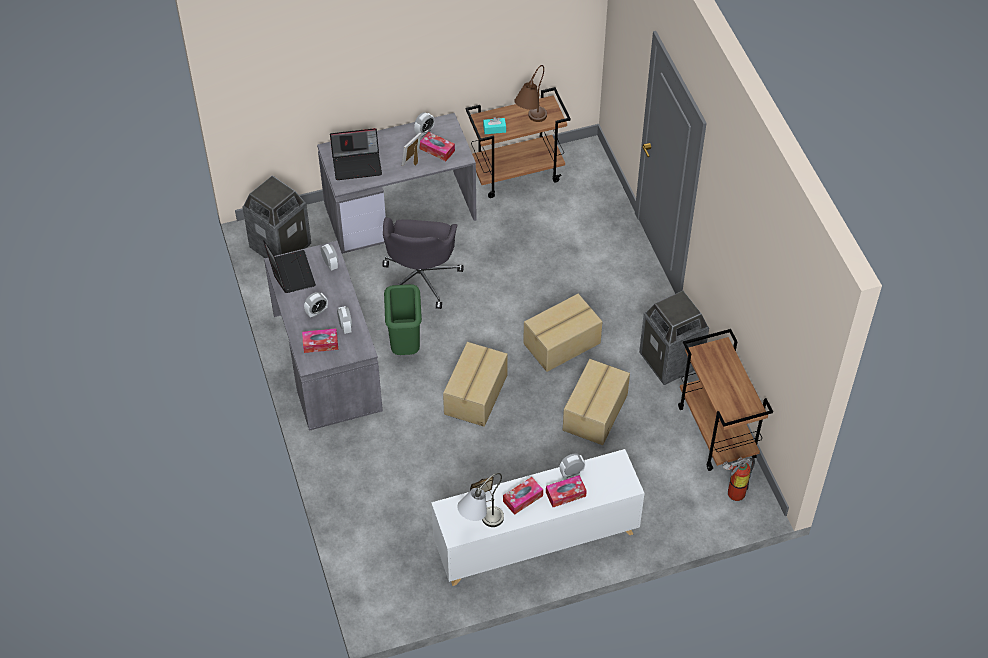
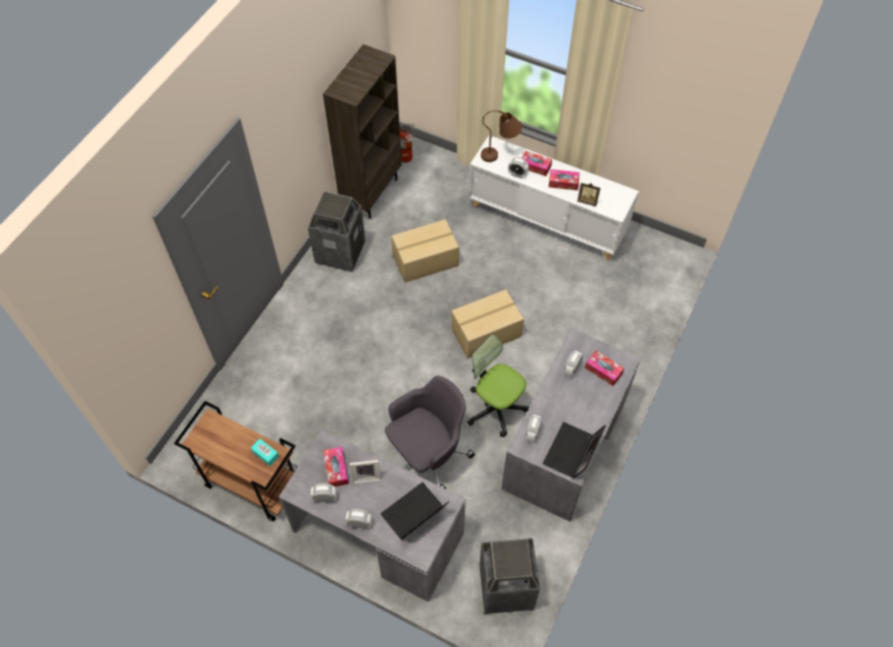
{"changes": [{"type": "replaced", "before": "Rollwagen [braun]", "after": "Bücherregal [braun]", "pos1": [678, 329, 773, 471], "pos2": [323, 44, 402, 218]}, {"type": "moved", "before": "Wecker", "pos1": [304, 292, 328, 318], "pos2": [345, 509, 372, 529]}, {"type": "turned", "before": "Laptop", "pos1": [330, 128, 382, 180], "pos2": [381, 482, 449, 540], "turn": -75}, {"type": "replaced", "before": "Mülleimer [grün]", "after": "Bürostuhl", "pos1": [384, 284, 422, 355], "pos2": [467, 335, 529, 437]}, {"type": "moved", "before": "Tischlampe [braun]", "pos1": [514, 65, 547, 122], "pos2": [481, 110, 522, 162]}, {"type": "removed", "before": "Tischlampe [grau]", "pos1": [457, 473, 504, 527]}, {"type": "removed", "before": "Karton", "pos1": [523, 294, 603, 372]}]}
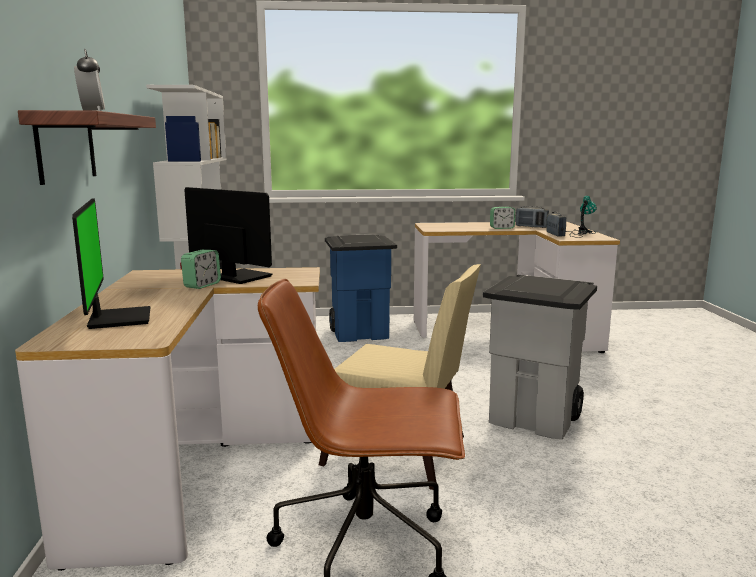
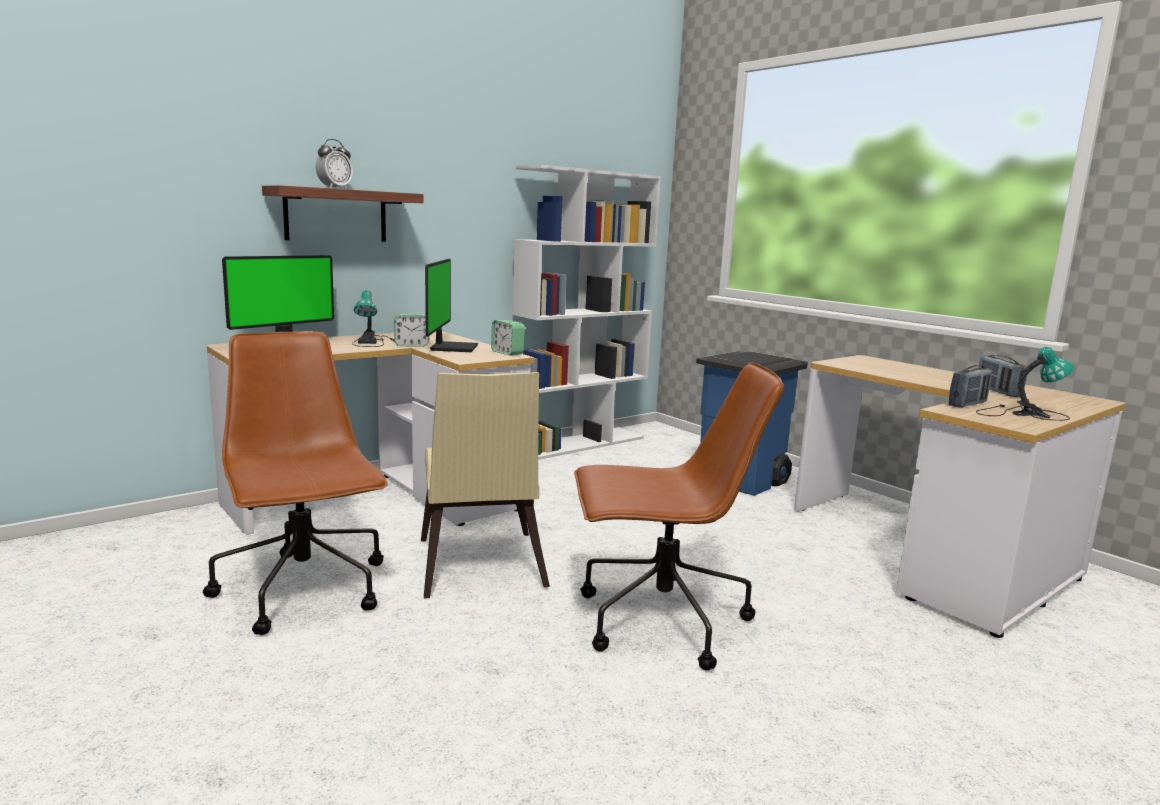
{"changes": [{"type": "added", "after": "Tischlampe", "pos2": [352, 290, 394, 347]}, {"type": "moved", "before": "Wecker", "pos1": [490, 207, 515, 229], "pos2": [491, 320, 525, 355]}, {"type": "replaced", "before": "Mülleimer [grau]", "after": "Bürostuhl [braun]", "pos1": [483, 275, 597, 440], "pos2": [574, 362, 784, 671]}]}
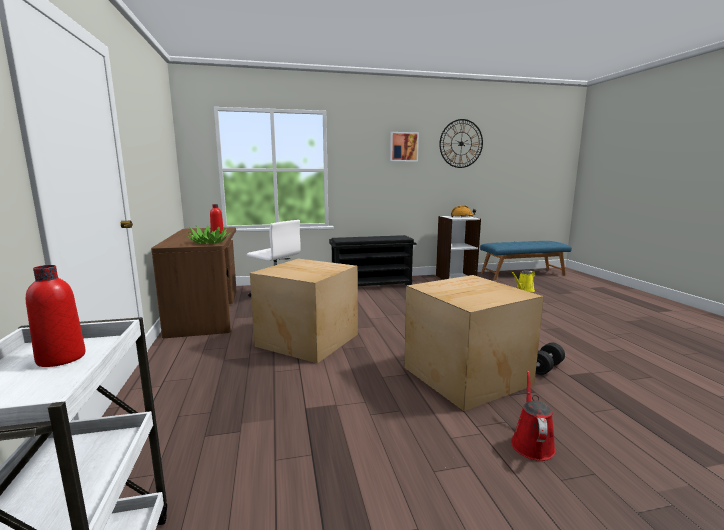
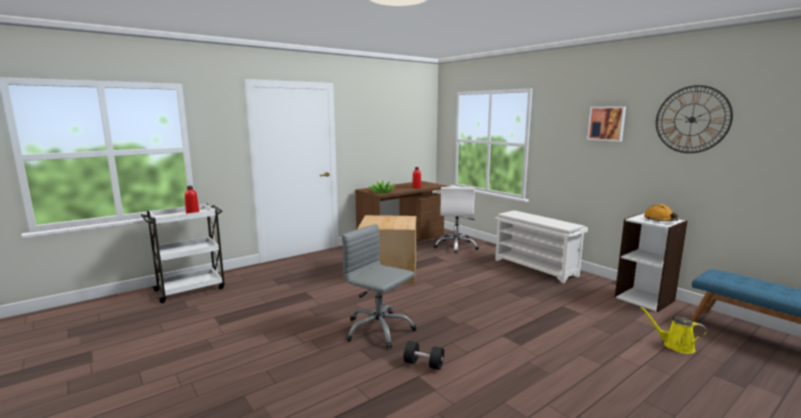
{"changes": [{"type": "replaced", "before": "Karton", "after": "Bürostuhl [grau]", "pos1": [404, 275, 544, 411], "pos2": [342, 224, 417, 349]}, {"type": "recoloured", "before": "Schuhregal [schwarz]", "after": "Schuhregal [weiß]", "pos1": [329, 235, 417, 286], "pos2": [495, 210, 588, 283]}, {"type": "removed", "before": "Gießkanne [rot]", "pos1": [511, 371, 556, 461]}]}
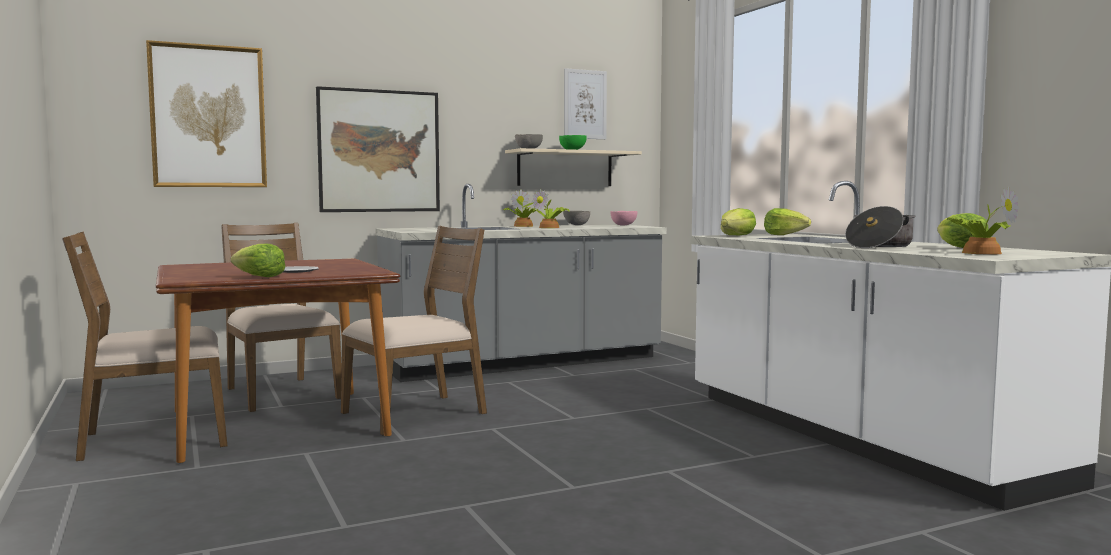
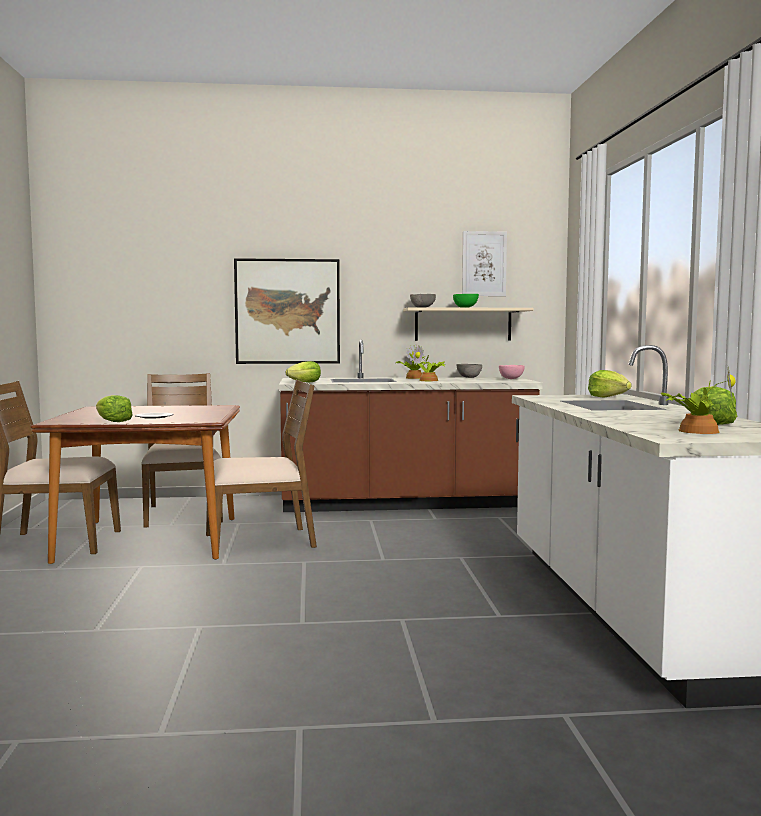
{"changes": [{"type": "recoloured", "before": "Küchenzeile [grau]", "after": "Küchenzeile [braun]", "pos1": [375, 184, 667, 382], "pos2": [279, 340, 543, 512]}, {"type": "moved", "before": "Salatkopf", "pos1": [721, 208, 756, 236], "pos2": [285, 361, 321, 382]}, {"type": "removed", "before": "Bild", "pos1": [146, 40, 267, 187]}, {"type": "removed", "before": "Kochtopf", "pos1": [845, 206, 915, 248]}]}
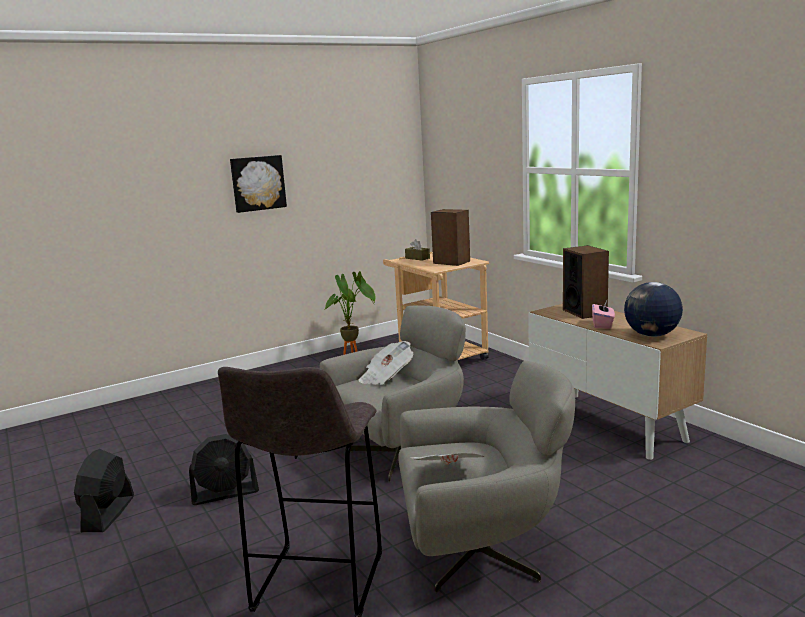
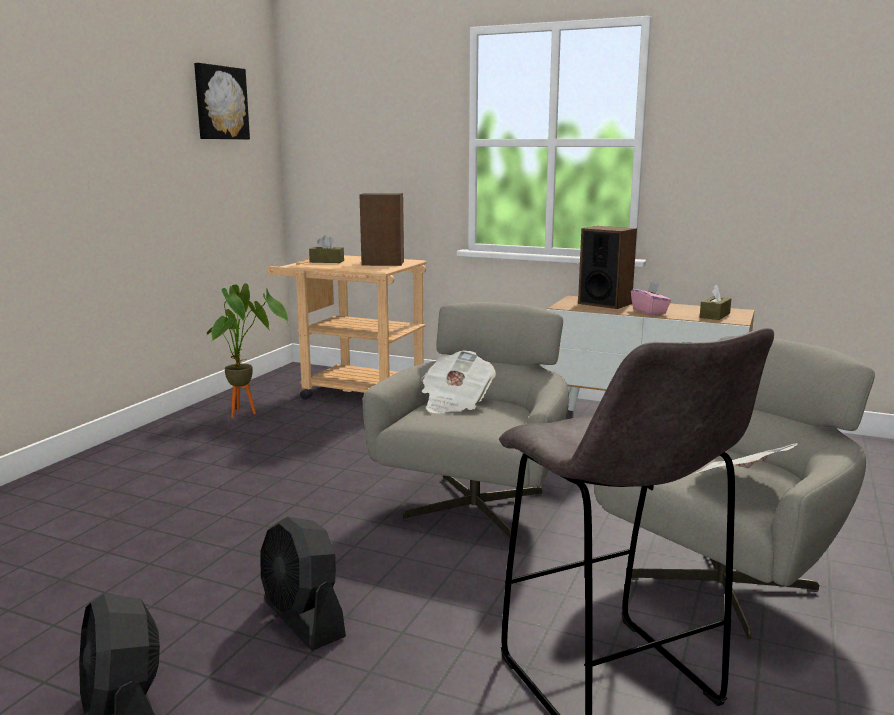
{"changes": [{"type": "moved", "before": "Bild", "pos1": [230, 155, 287, 213], "pos2": [194, 63, 250, 139]}, {"type": "turned", "before": "Ventilator [schwarz]", "pos1": [189, 434, 259, 505], "pos2": [261, 517, 346, 651], "turn": 105}, {"type": "replaced", "before": "Globus", "after": "Taschentuchbox [braun]", "pos1": [624, 282, 683, 337], "pos2": [700, 284, 731, 320]}]}
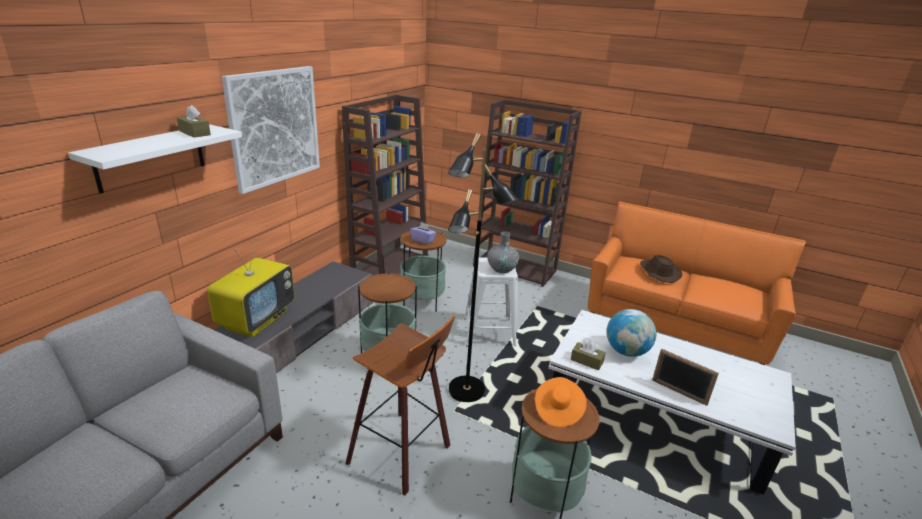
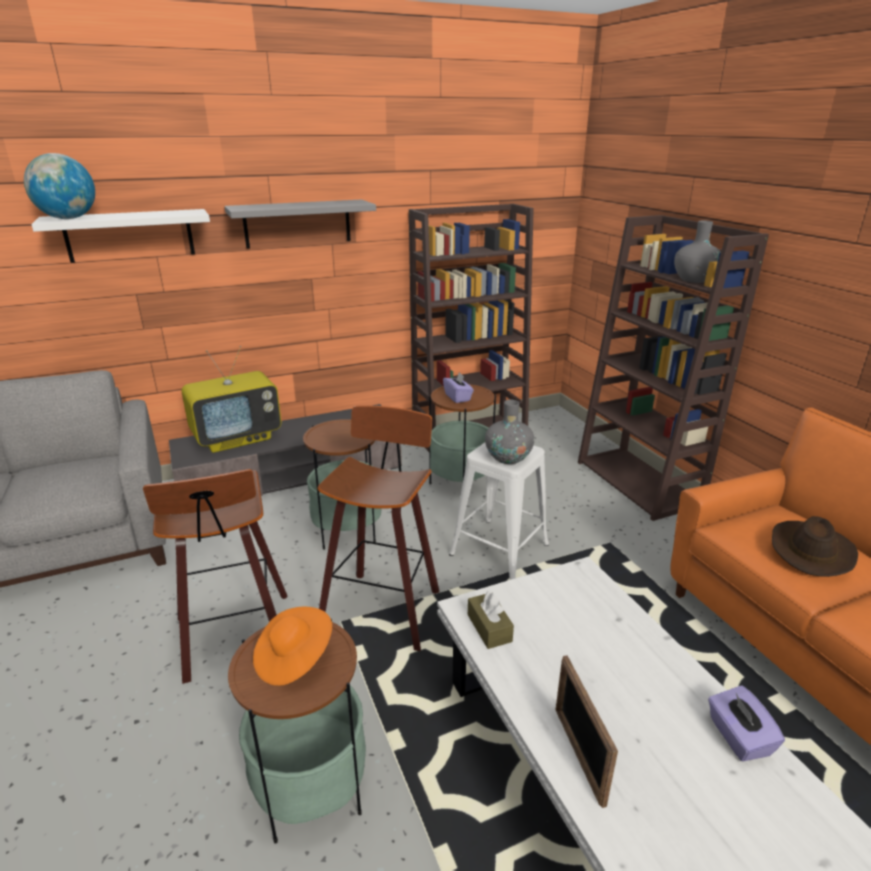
{"changes": [{"type": "moved", "before": "Globus", "pos1": [607, 309, 656, 357], "pos2": [24, 153, 95, 219]}, {"type": "replaced", "before": "Bild", "after": "Wandregal [grau]", "pos1": [222, 66, 320, 194], "pos2": [224, 199, 376, 248]}, {"type": "replaced", "before": "Stehlampe [schwarz]", "after": "Hocker", "pos1": [448, 133, 518, 402], "pos2": [317, 406, 439, 651]}, {"type": "added", "after": "Vase [grau]", "pos2": [674, 221, 721, 283]}, {"type": "added", "after": "Taschentuchbox [lila]", "pos2": [708, 685, 785, 762]}, {"type": "removed", "before": "Taschentuchbox [braun]", "pos1": [177, 105, 211, 138]}]}
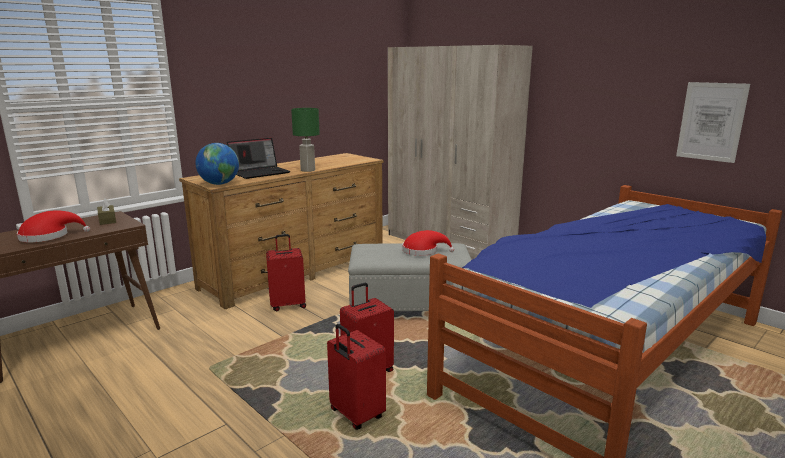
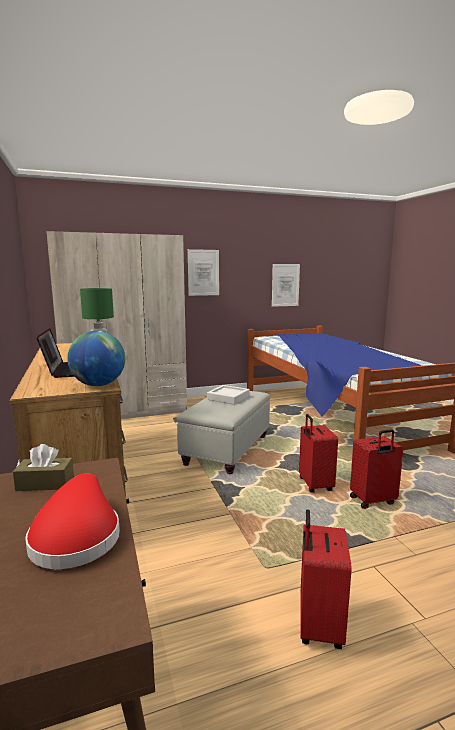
{"changes": [{"type": "added", "after": "Bild", "pos2": [188, 249, 219, 296]}, {"type": "replaced", "before": "Hut [rot]", "after": "Tablett [grau]", "pos1": [403, 230, 454, 256], "pos2": [207, 385, 250, 405]}, {"type": "moved", "before": "Koffer [rot]", "pos1": [266, 234, 306, 311], "pos2": [300, 509, 351, 649]}]}
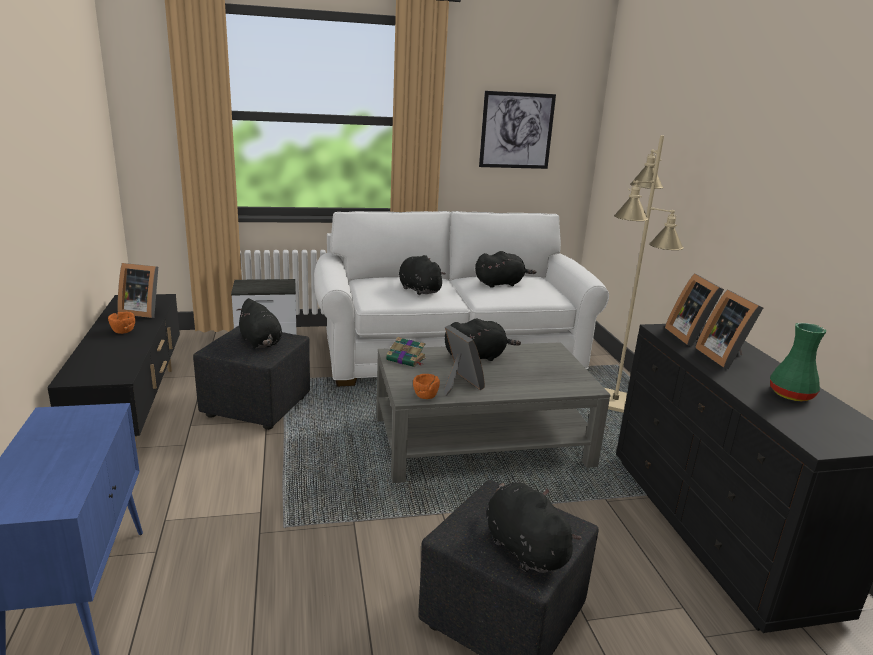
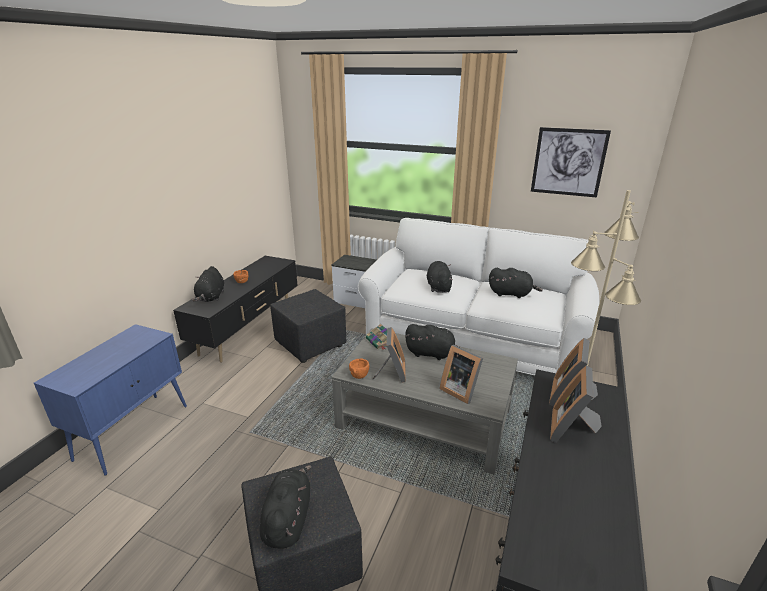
{"changes": [{"type": "moved", "before": "Plüschtier [schwarz]", "pos1": [236, 298, 282, 349], "pos2": [191, 266, 224, 302]}, {"type": "moved", "before": "Bilderrahmen", "pos1": [117, 263, 158, 318], "pos2": [439, 345, 483, 404]}, {"type": "removed", "before": "Vase [grün]", "pos1": [770, 323, 826, 401]}]}
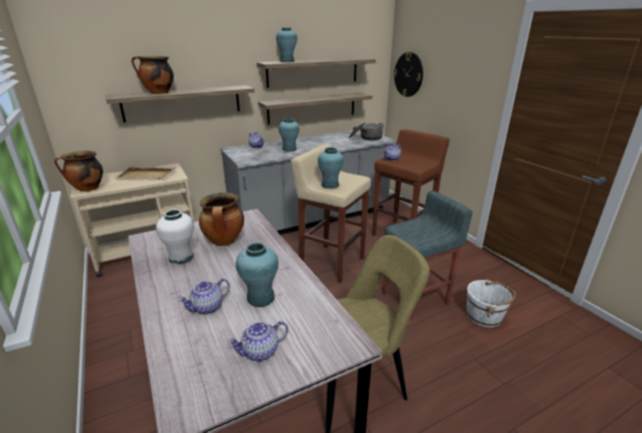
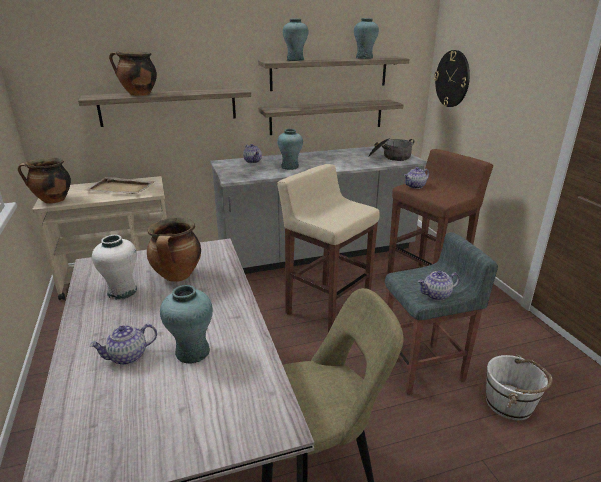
{"changes": [{"type": "moved", "before": "Vase [türkis]", "pos1": [318, 147, 344, 189], "pos2": [354, 18, 379, 59]}, {"type": "moved", "before": "Teekanne", "pos1": [228, 321, 288, 361], "pos2": [418, 271, 460, 301]}]}
